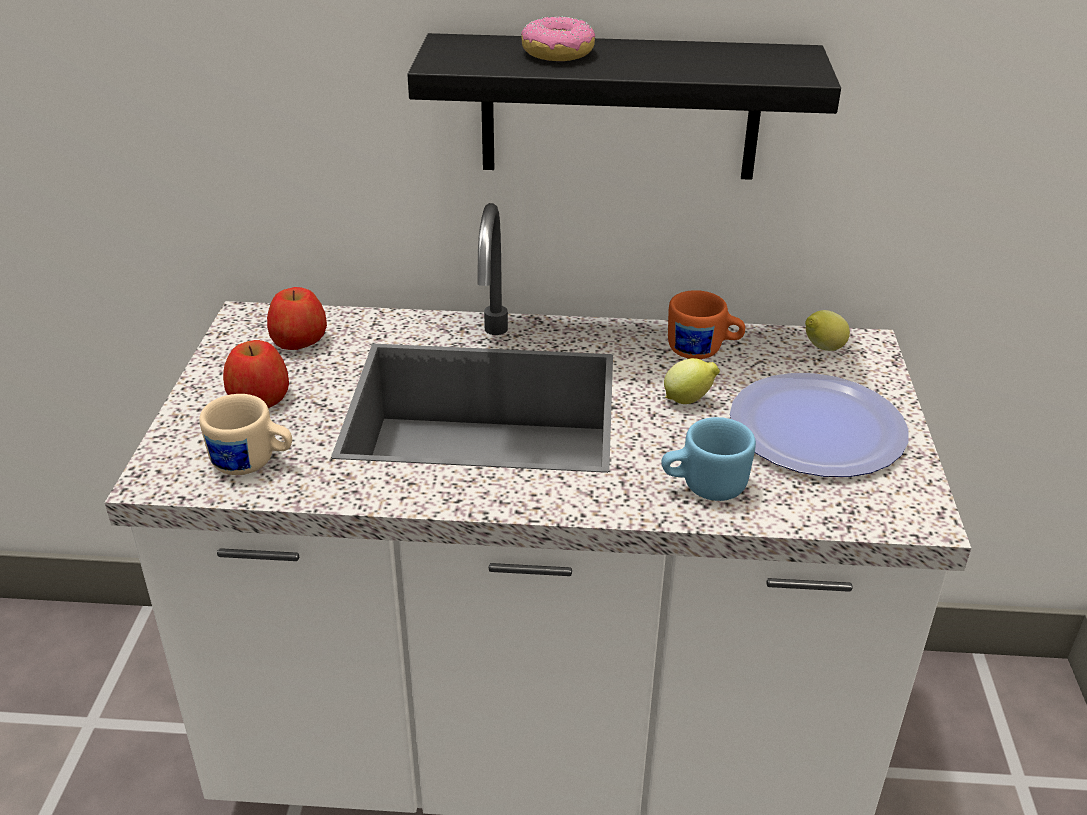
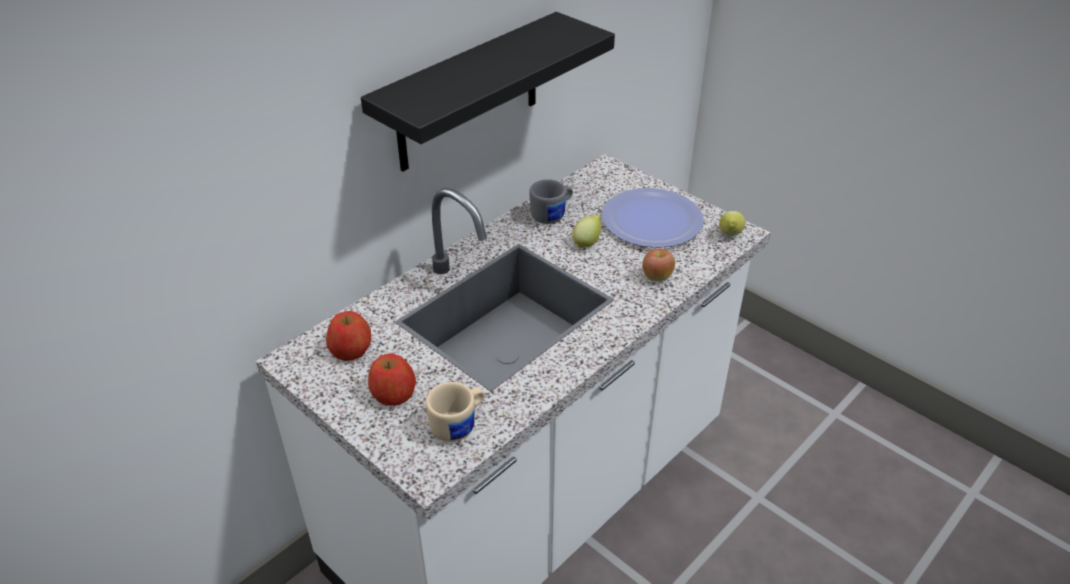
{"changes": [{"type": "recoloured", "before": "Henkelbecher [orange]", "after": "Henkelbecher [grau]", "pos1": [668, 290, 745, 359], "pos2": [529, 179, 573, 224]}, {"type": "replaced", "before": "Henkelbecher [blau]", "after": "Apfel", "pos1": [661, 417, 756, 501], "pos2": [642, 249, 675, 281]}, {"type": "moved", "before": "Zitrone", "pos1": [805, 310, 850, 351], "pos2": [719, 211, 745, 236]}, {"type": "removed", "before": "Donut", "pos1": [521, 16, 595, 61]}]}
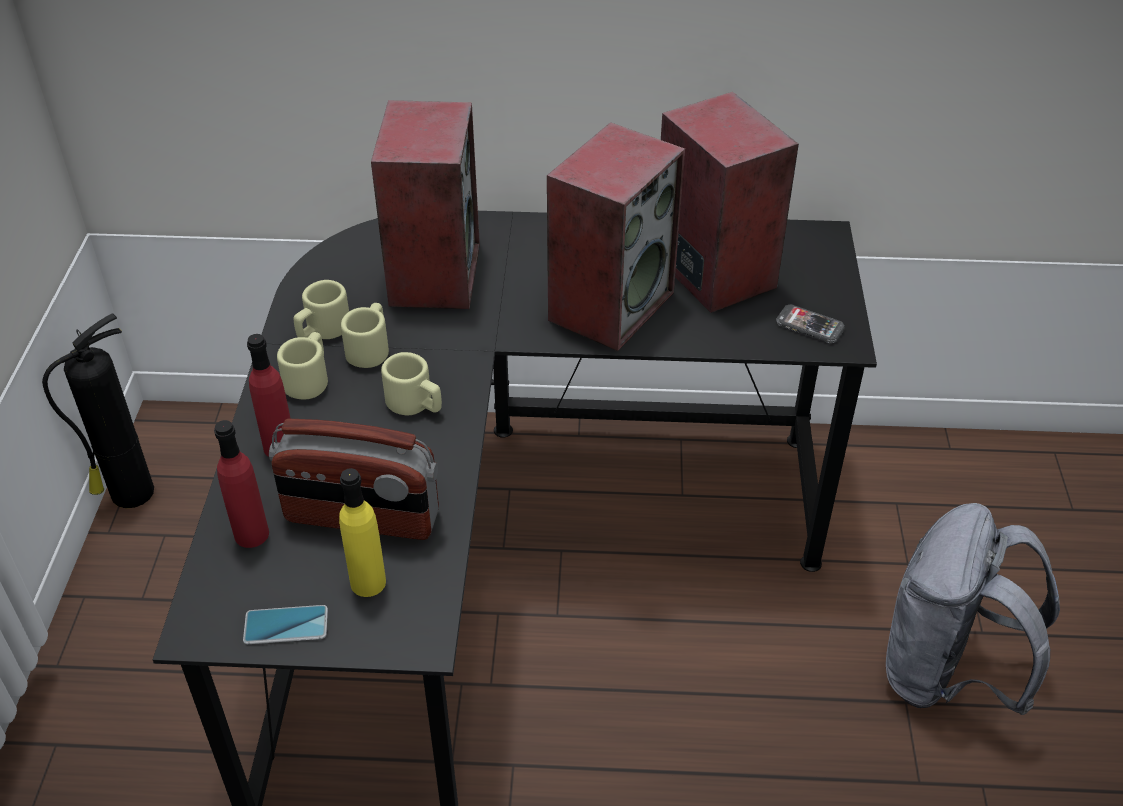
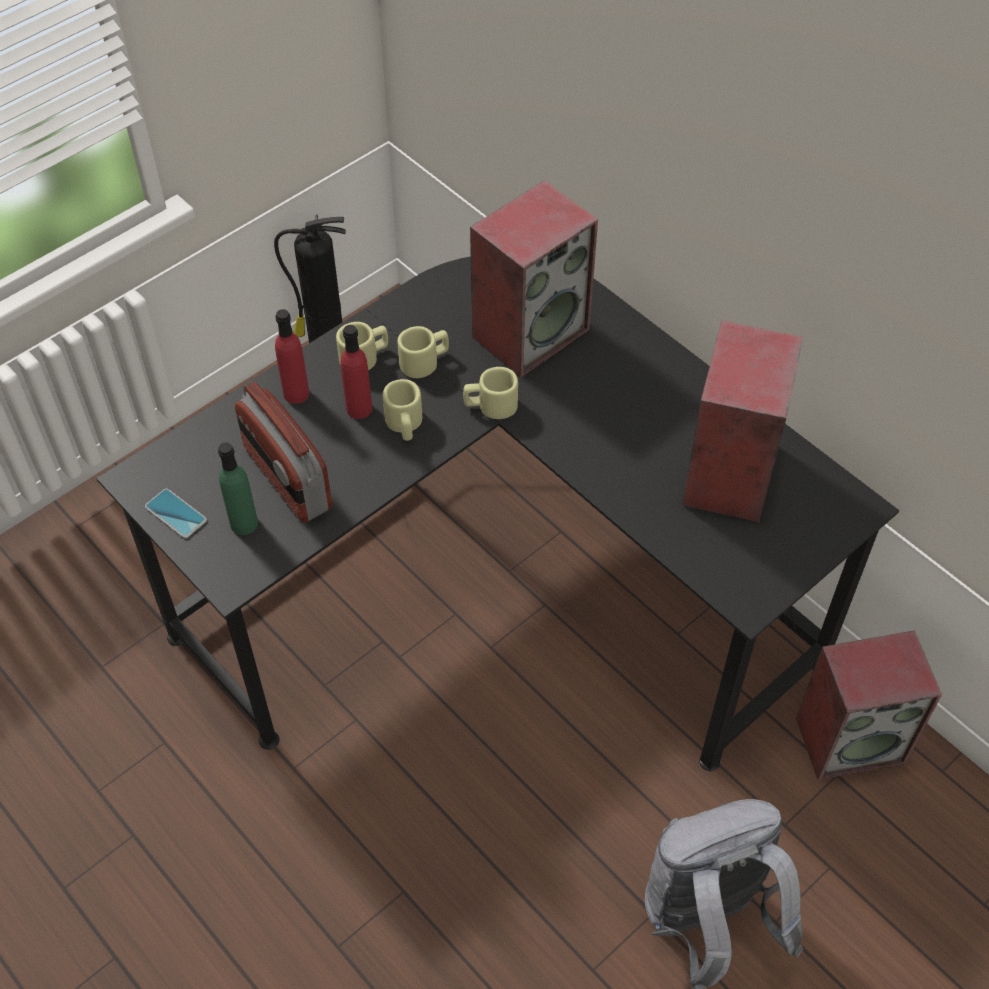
{"changes": [{"type": "recoloured", "before": "Flasche [gelb]", "after": "Flasche [grün]", "pos1": [339, 468, 386, 597], "pos2": [218, 442, 258, 535]}, {"type": "moved", "before": "Flasche [rot]", "pos1": [214, 420, 269, 548], "pos2": [341, 325, 373, 419]}, {"type": "moved", "before": "Henkelbecher [beige]", "pos1": [294, 280, 349, 339], "pos2": [463, 367, 518, 419]}, {"type": "moved", "before": "Lautsprecher", "pos1": [547, 122, 685, 351], "pos2": [796, 630, 942, 780]}, {"type": "removed", "before": "Handy", "pos1": [776, 304, 845, 343]}]}
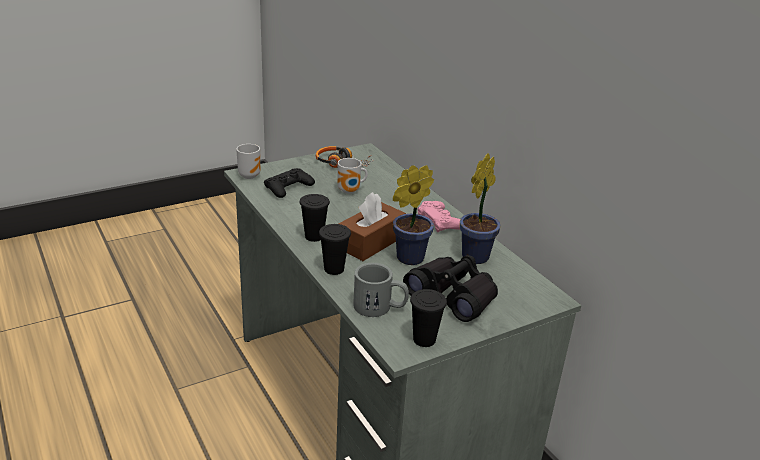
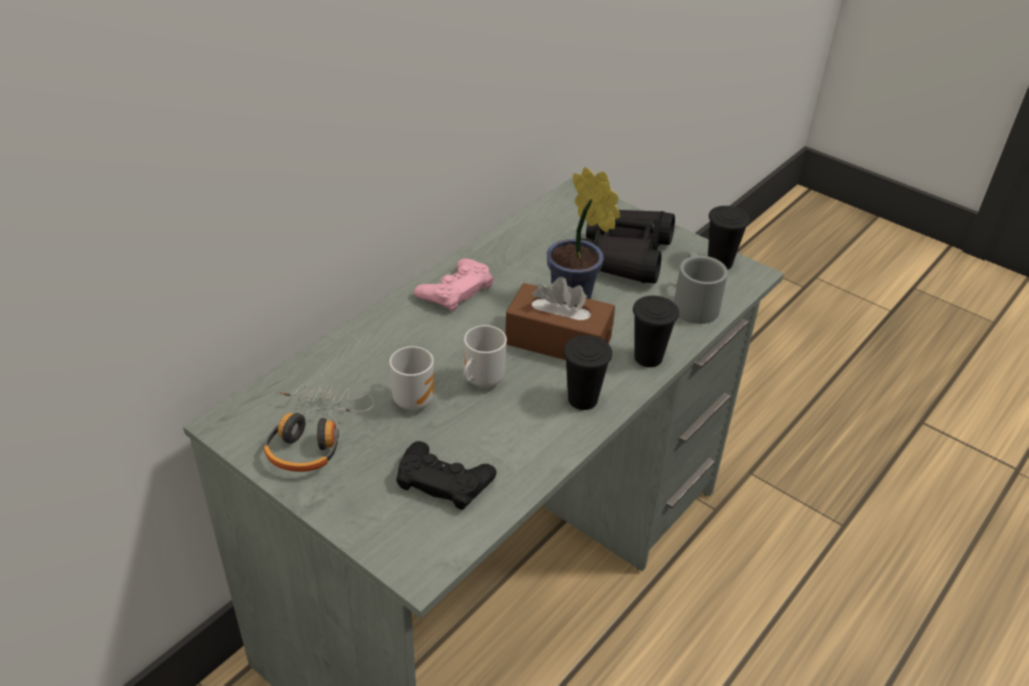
{"changes": [{"type": "moved", "before": "Henkelbecher", "pos1": [236, 144, 260, 179], "pos2": [463, 325, 507, 388]}, {"type": "removed", "before": "Topfpflanze", "pos1": [460, 153, 501, 264]}]}
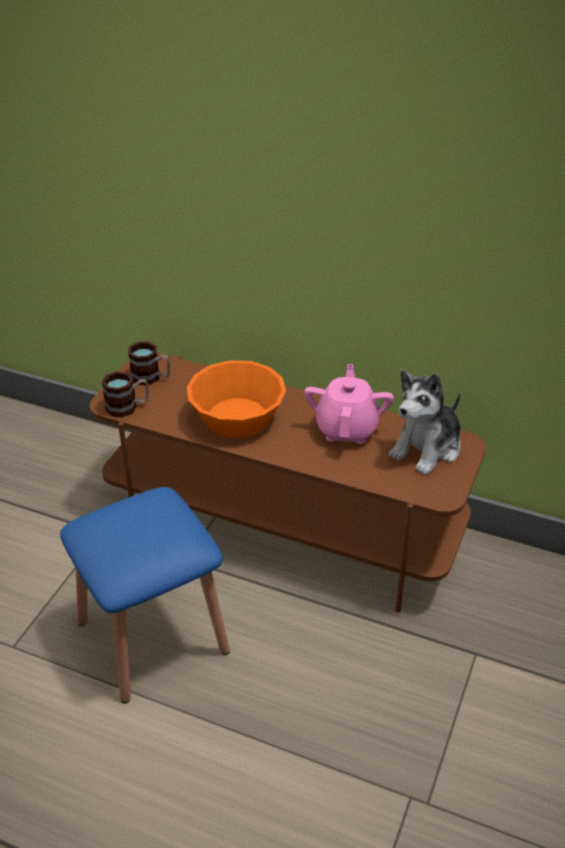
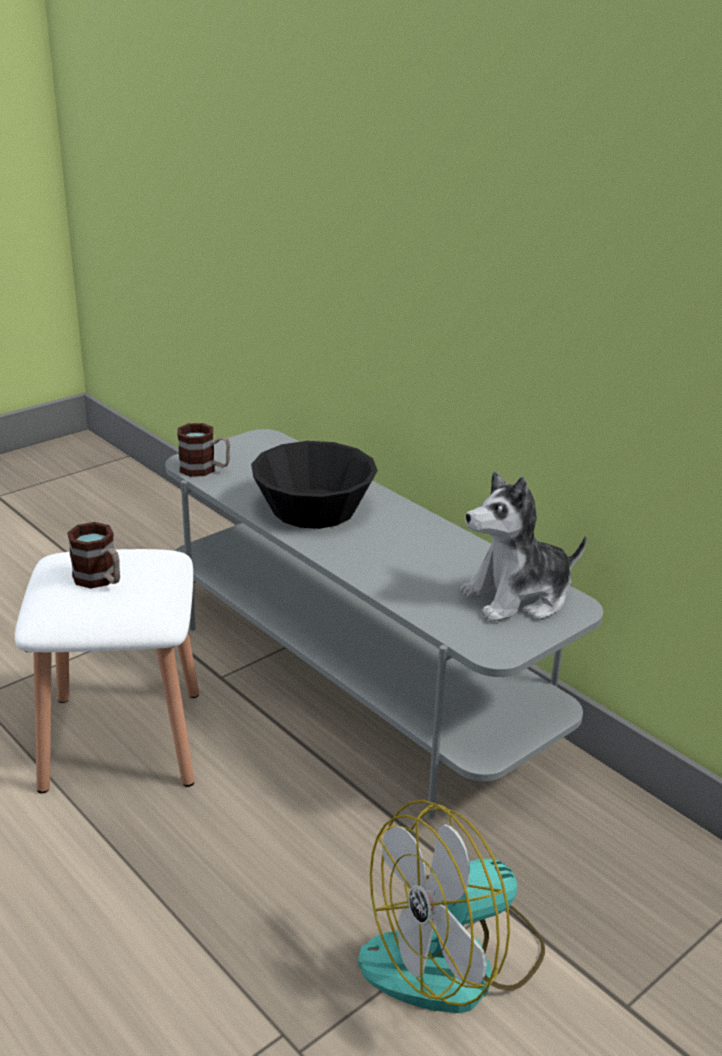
{"changes": [{"type": "recoloured", "before": "Hocker [blau]", "after": "Hocker [weiß]", "pos1": [60, 487, 230, 704], "pos2": [15, 549, 199, 793]}, {"type": "moved", "before": "Henkelbecher", "pos1": [128, 341, 170, 385], "pos2": [67, 522, 120, 589]}, {"type": "recoloured", "before": "Fernsehschrank [braun]", "after": "Fernsehschrank [grau]", "pos1": [90, 353, 486, 613], "pos2": [165, 429, 603, 818]}, {"type": "recoloured", "before": "Schüssel [orange]", "after": "Schüssel [schwarz]", "pos1": [187, 360, 286, 438], "pos2": [251, 441, 378, 529]}, {"type": "added", "after": "Ventilator", "pos2": [358, 800, 545, 1013]}, {"type": "removed", "before": "Teekanne [rosa]", "pos1": [304, 364, 394, 444]}]}
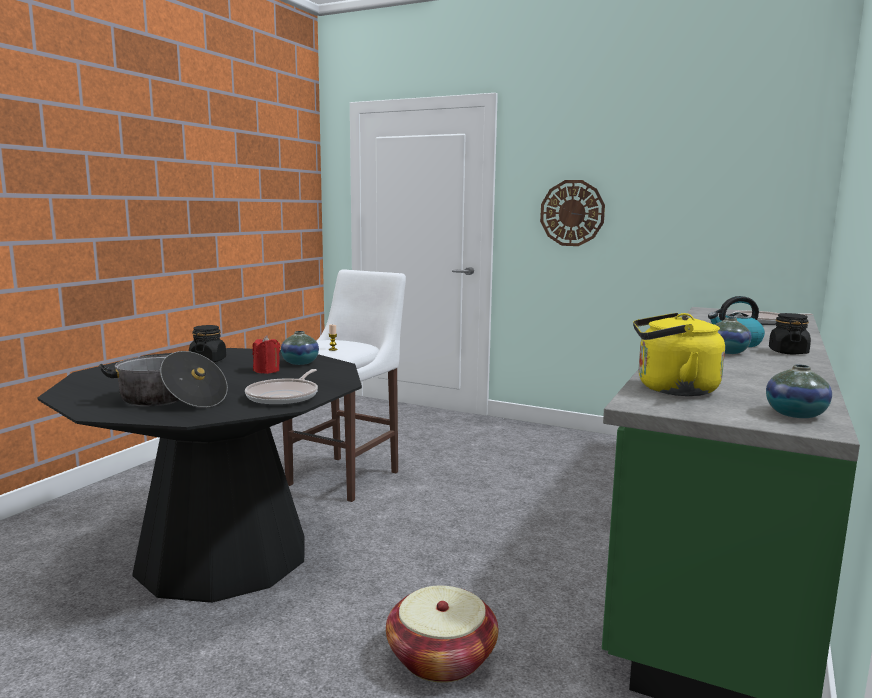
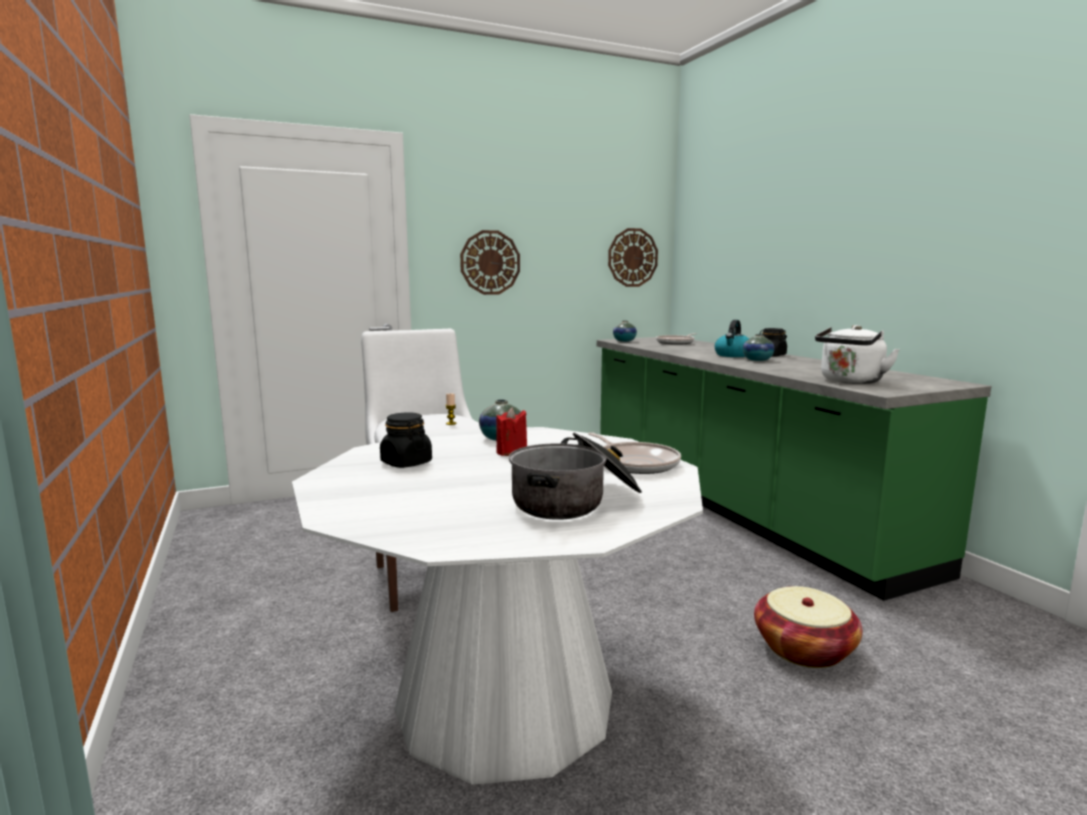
{"changes": [{"type": "recoloured", "before": "Esstisch [schwarz]", "after": "Esstisch [weiß]", "pos1": [37, 348, 362, 603], "pos2": [292, 427, 703, 785]}, {"type": "added", "after": "Wanduhr", "pos2": [608, 228, 658, 287]}, {"type": "moved", "before": "Vase", "pos1": [766, 364, 832, 418], "pos2": [613, 321, 637, 342]}, {"type": "recoloured", "before": "Wasserkessel [gelb]", "after": "Wasserkessel [weiß]", "pos1": [633, 313, 725, 396], "pos2": [815, 325, 900, 384]}]}
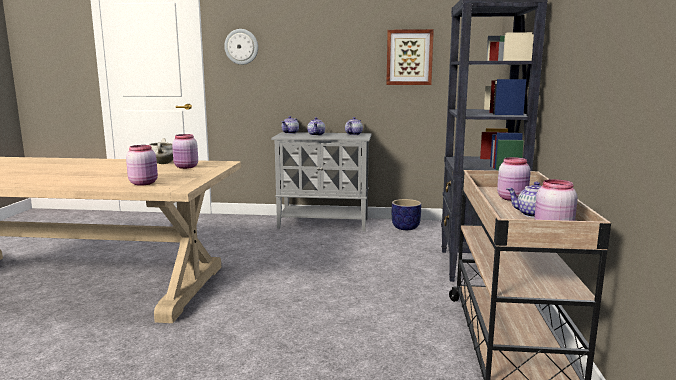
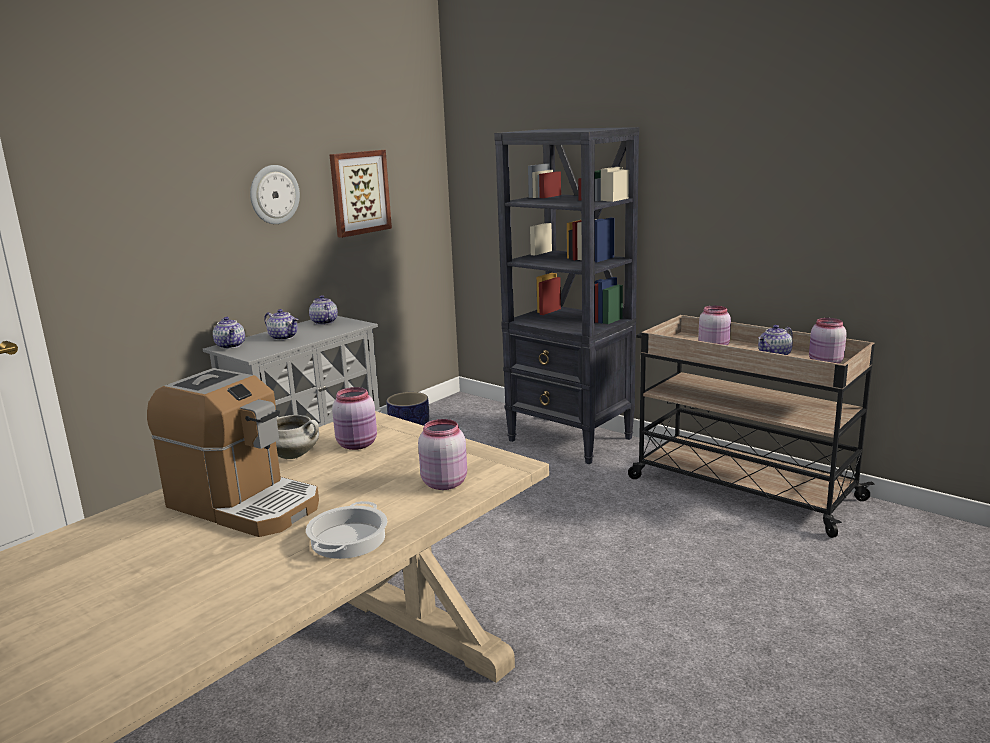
{"changes": [{"type": "added", "after": "Kaffeemaschine", "pos2": [147, 368, 319, 537]}, {"type": "moved", "before": "Wanduhr", "pos1": [224, 29, 258, 65], "pos2": [250, 165, 300, 224]}, {"type": "added", "after": "Kochtopf", "pos2": [306, 501, 387, 559]}]}
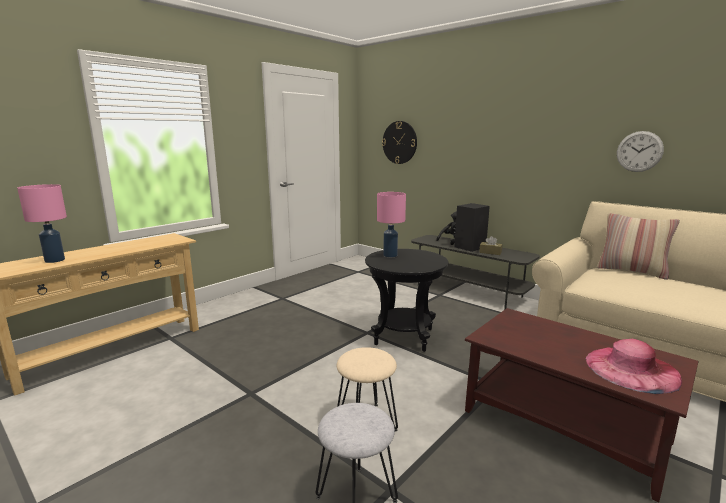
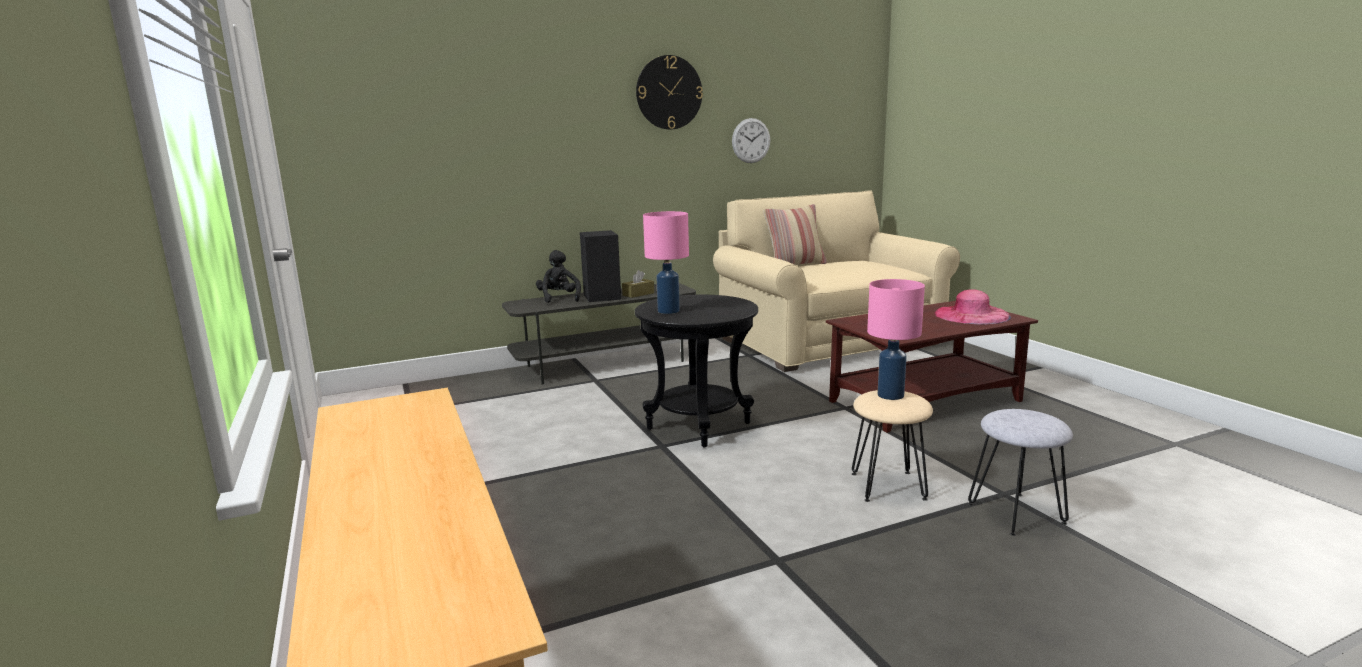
{"changes": [{"type": "moved", "before": "Wanduhr", "pos1": [382, 121, 417, 164], "pos2": [636, 55, 703, 130]}, {"type": "moved", "before": "Tischlampe [rosa]", "pos1": [17, 184, 67, 263], "pos2": [867, 279, 925, 400]}]}
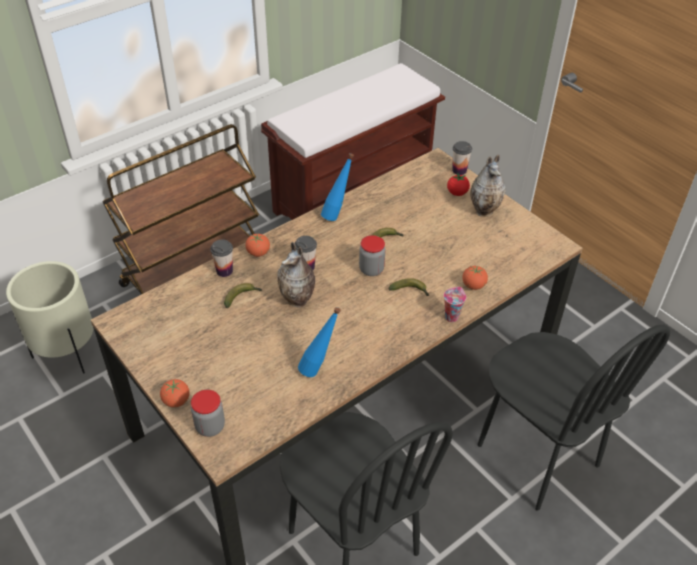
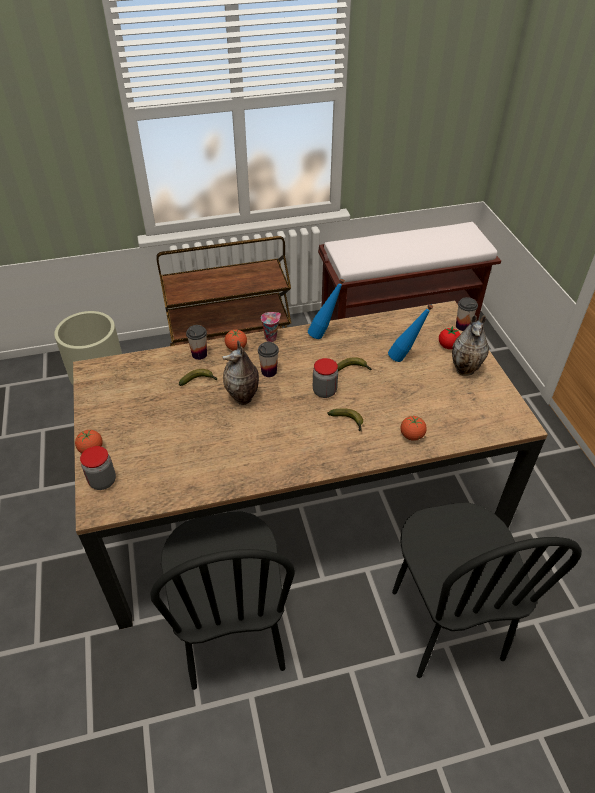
{"changes": [{"type": "moved", "before": "Tasse", "pos1": [444, 287, 466, 322], "pos2": [261, 312, 281, 342]}, {"type": "moved", "before": "Flasche [blau]", "pos1": [298, 307, 341, 377], "pos2": [388, 304, 433, 362]}]}
